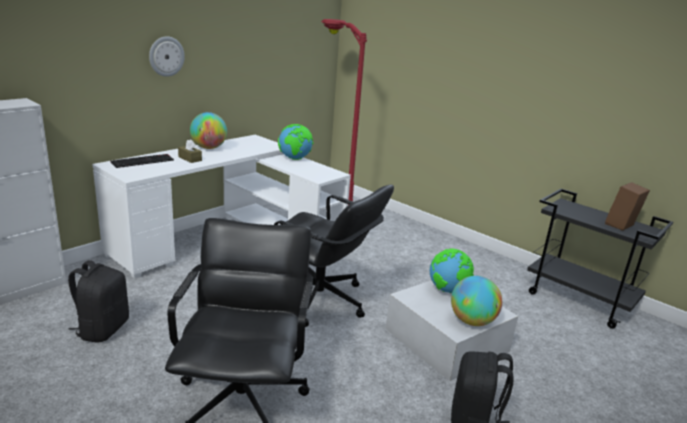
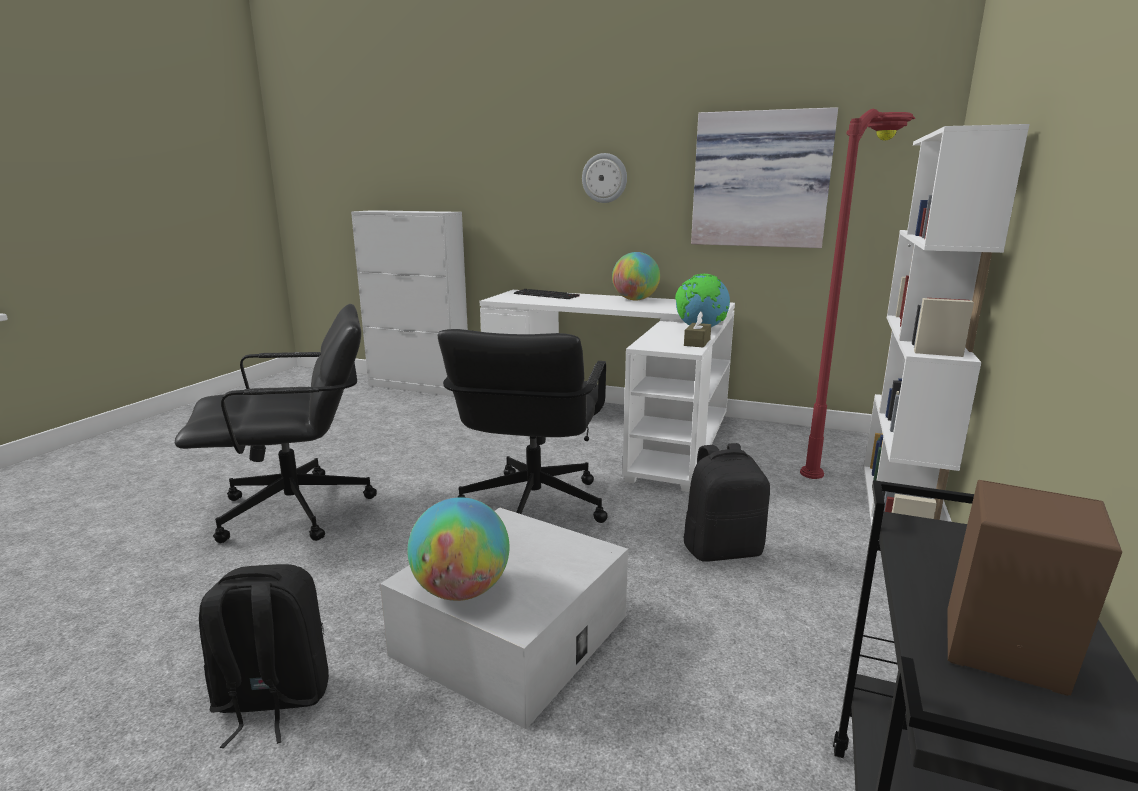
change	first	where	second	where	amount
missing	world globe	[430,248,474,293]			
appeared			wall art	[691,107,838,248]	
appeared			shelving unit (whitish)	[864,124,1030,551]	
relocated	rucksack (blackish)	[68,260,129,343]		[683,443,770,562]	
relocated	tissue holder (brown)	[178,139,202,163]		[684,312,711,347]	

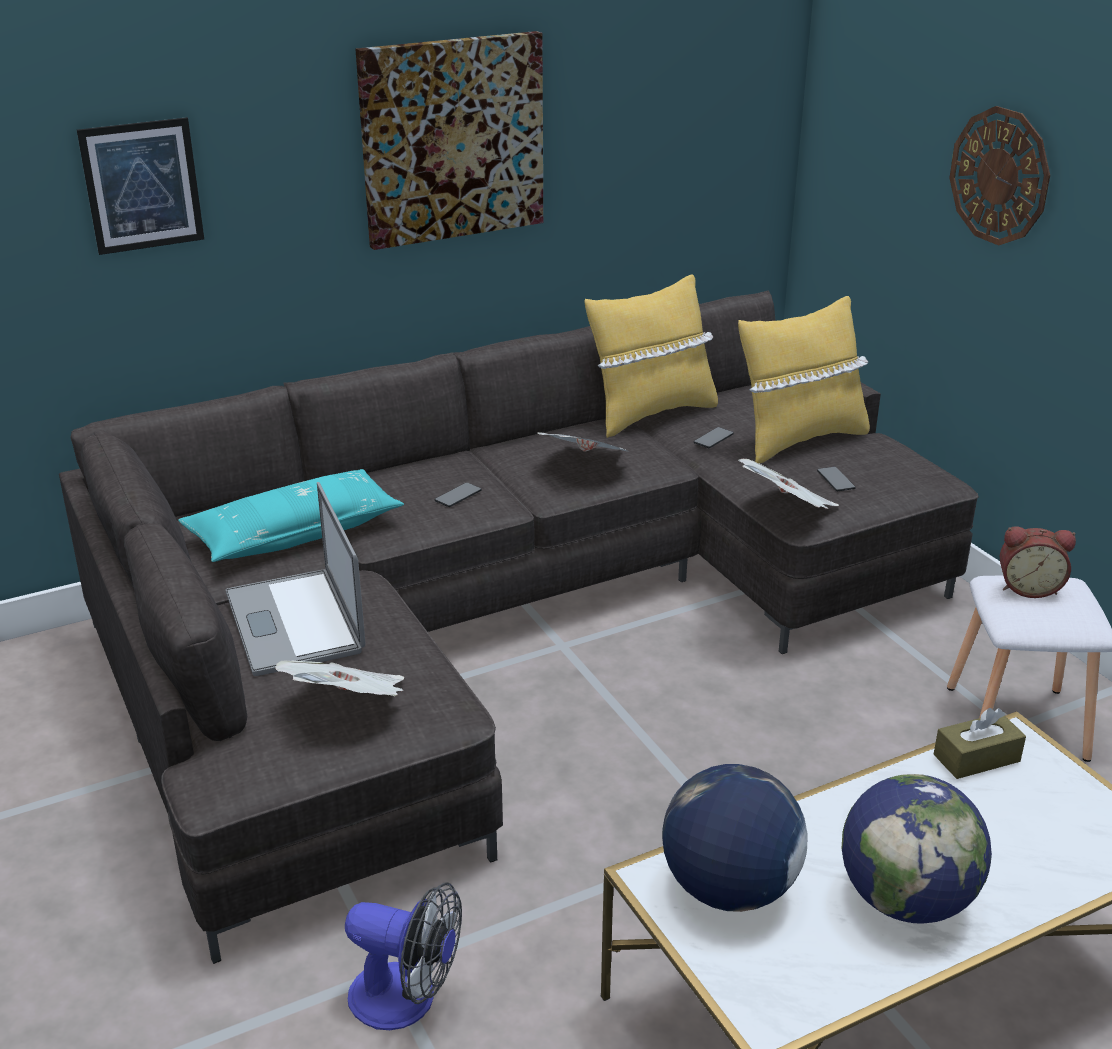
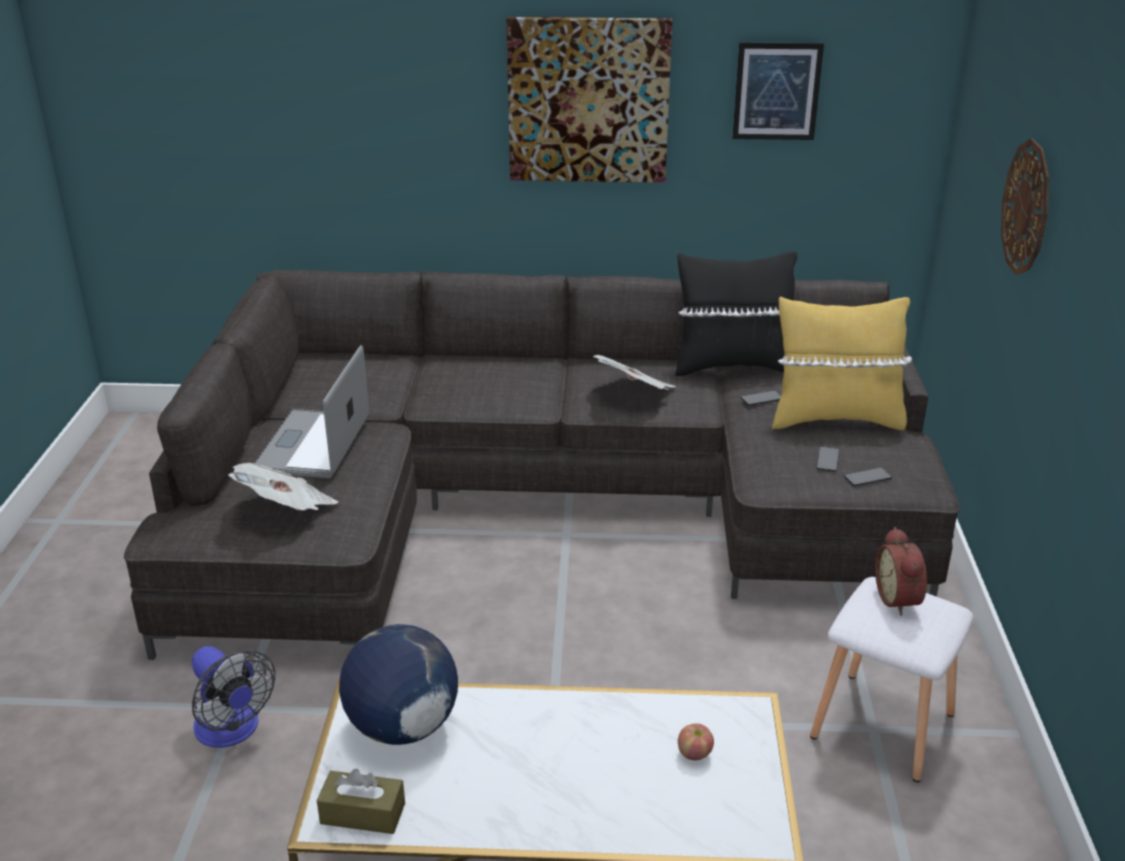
change	first	where	second	where	amount
missing	pillow (turquoise-coloured)	[178,469,404,562]			
missing	newspaper	[738,459,839,509]			
missing	world globe	[842,774,992,924]			
appeared			apple fruit	[678,723,714,760]	
relocated	wall art	[77,117,204,255]		[732,42,824,140]	
relocated	handset	[435,482,481,507]		[844,467,892,486]	
relocated	tissue holder (brown)	[933,708,1026,779]		[317,768,405,834]	
colour	pillow (yellowish)	[584,274,718,438]	pillow (blackish)	[675,251,797,376]	
spun	bedside clock	[1000,526,1076,598]		[875,527,927,616]	45 degrees clockwise

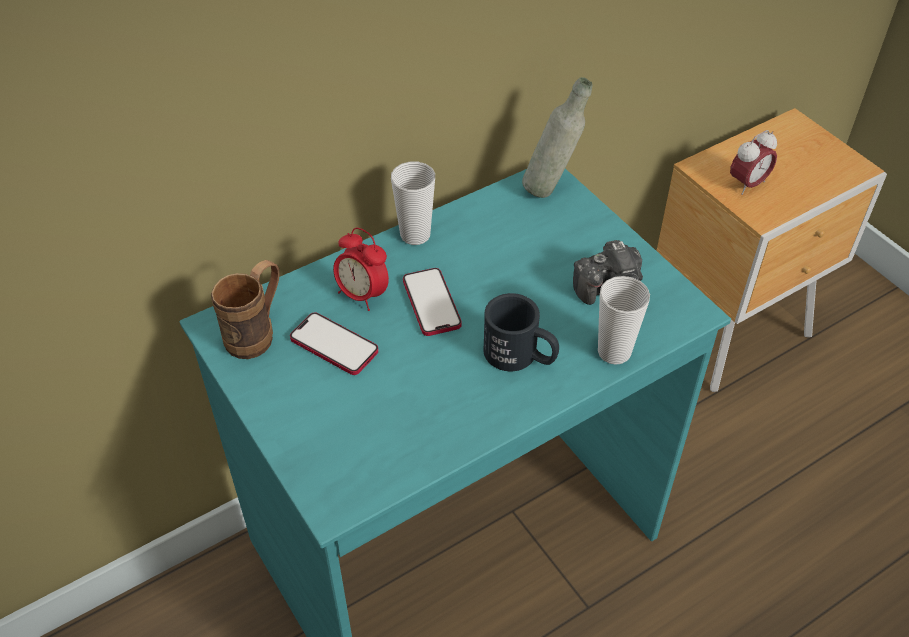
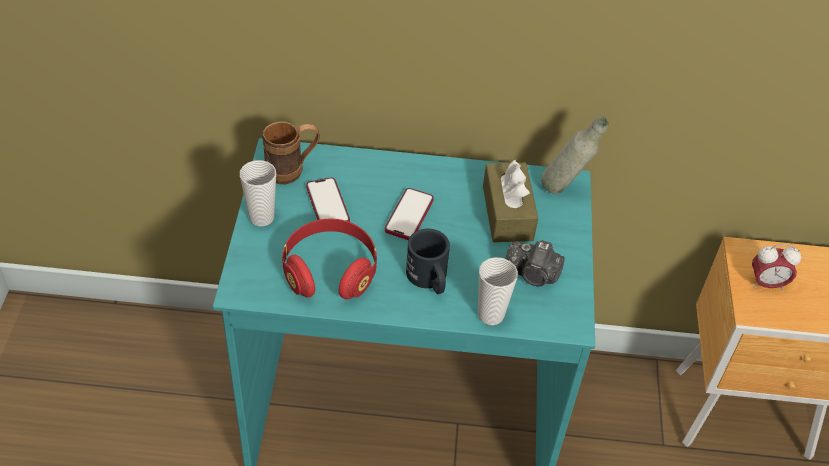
change	first	where	second	where	amount
missing	bedside clock	[333,228,389,311]			
appeared			headset (red-coloured)	[282,219,377,299]	
appeared			tissue holder (brown)	[483,160,538,242]	
relocated	small cup	[391,162,435,245]		[240,160,276,226]	

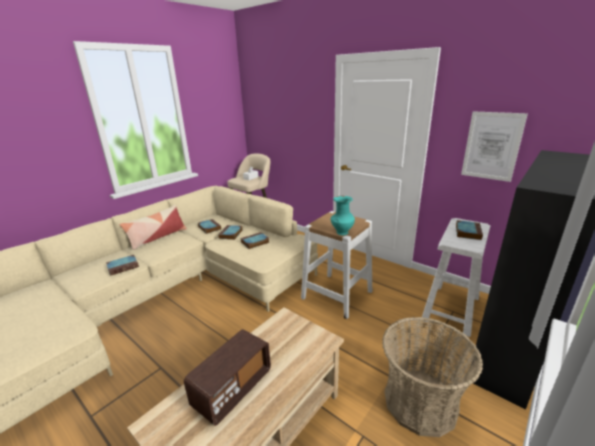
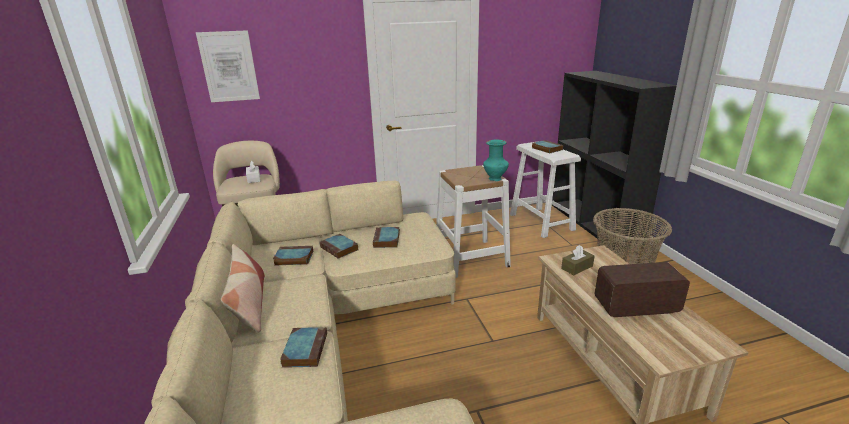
change	first	where	second	where	amount
appeared			tissue holder (brown)	[561,245,595,275]	
relocated	wall art	[461,111,528,182]		[196,30,260,102]	
spun	radio	[184,329,271,426]		[595,262,690,317]	75 degrees counterclockwise

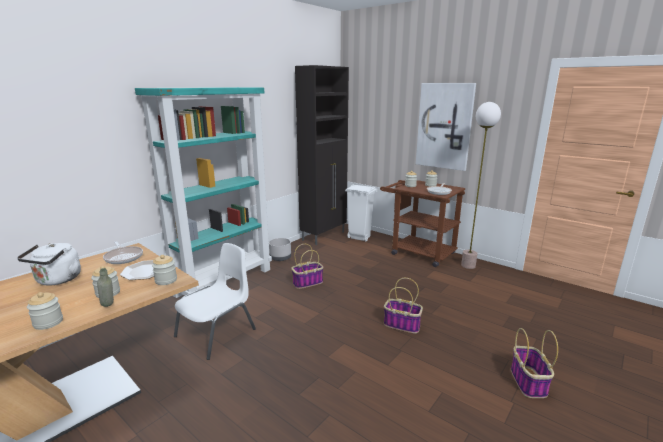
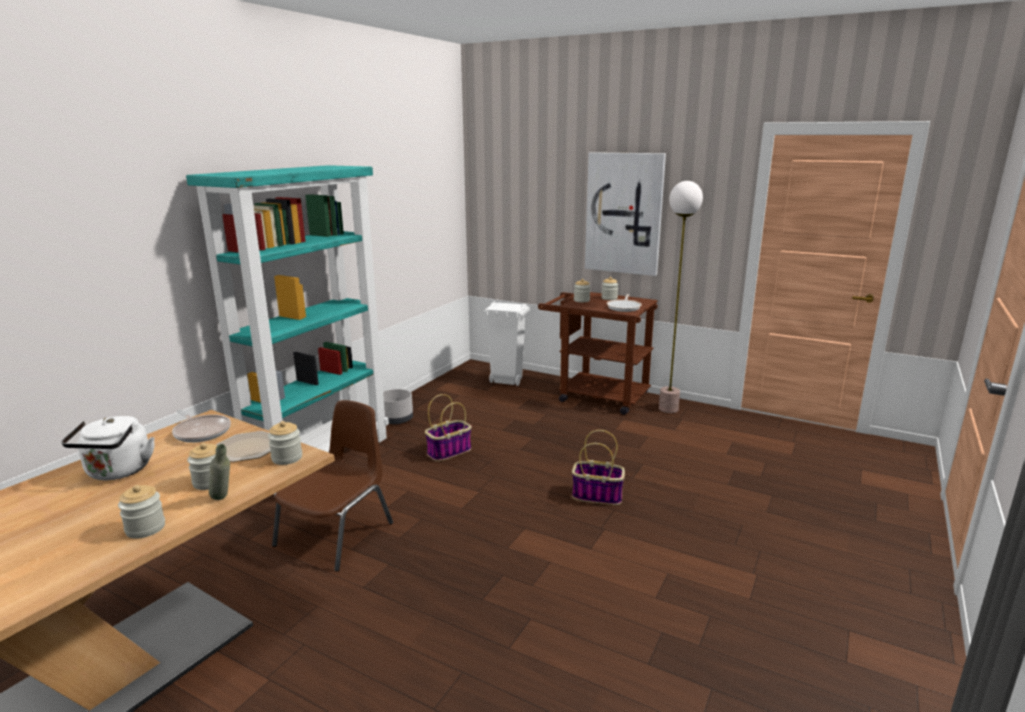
change	first	where	second	where	amount
missing	storage cabinet (blackish)	[295,65,349,245]			
missing	basket	[511,328,558,398]			
colour	chair (whitish)	[174,243,256,360]	chair (brown)	[272,400,393,571]	

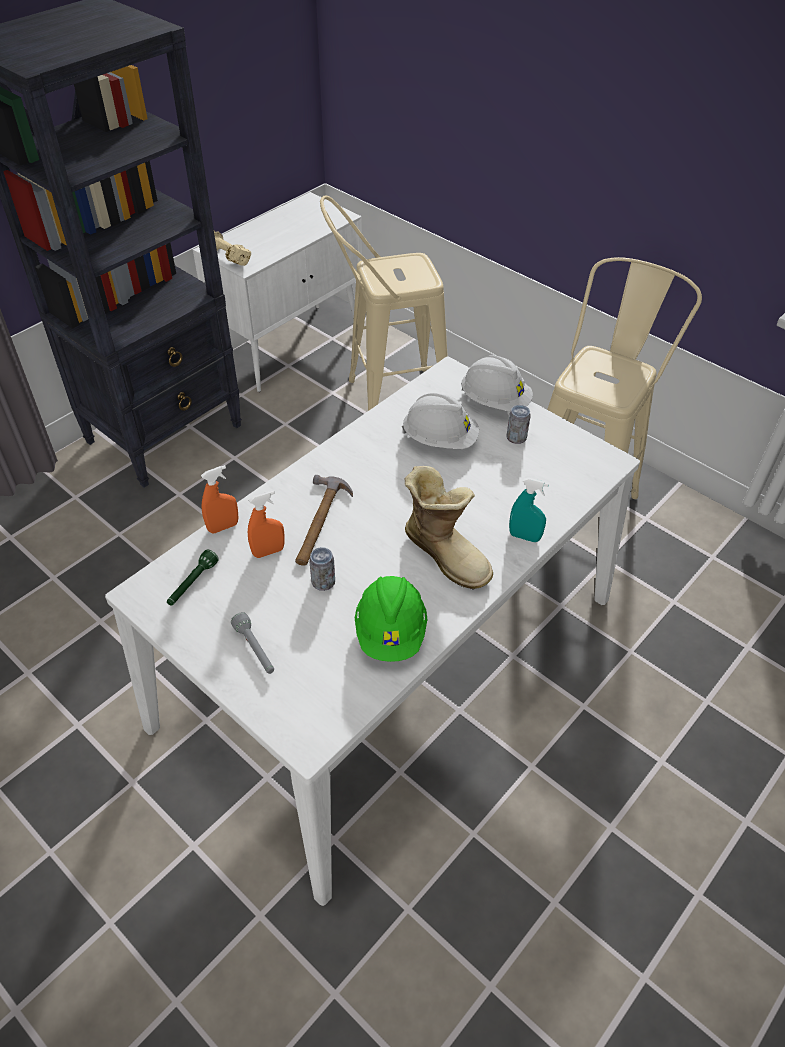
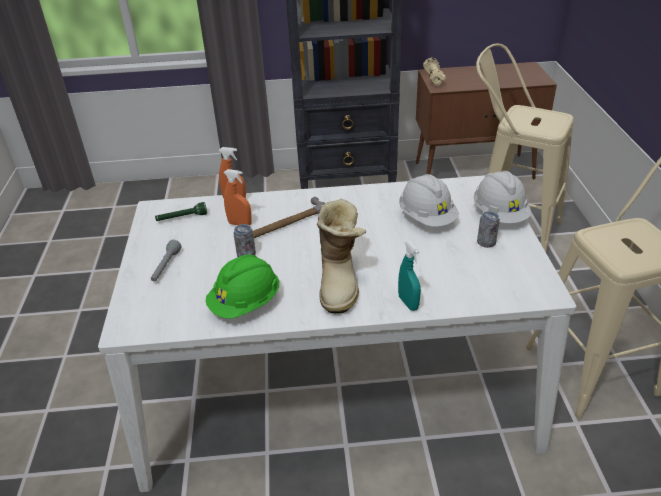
change	first	where	second	where	amount
colour	storage cabinet (whitish)	[193,192,362,392]	storage cabinet (brown)	[416,62,557,180]	

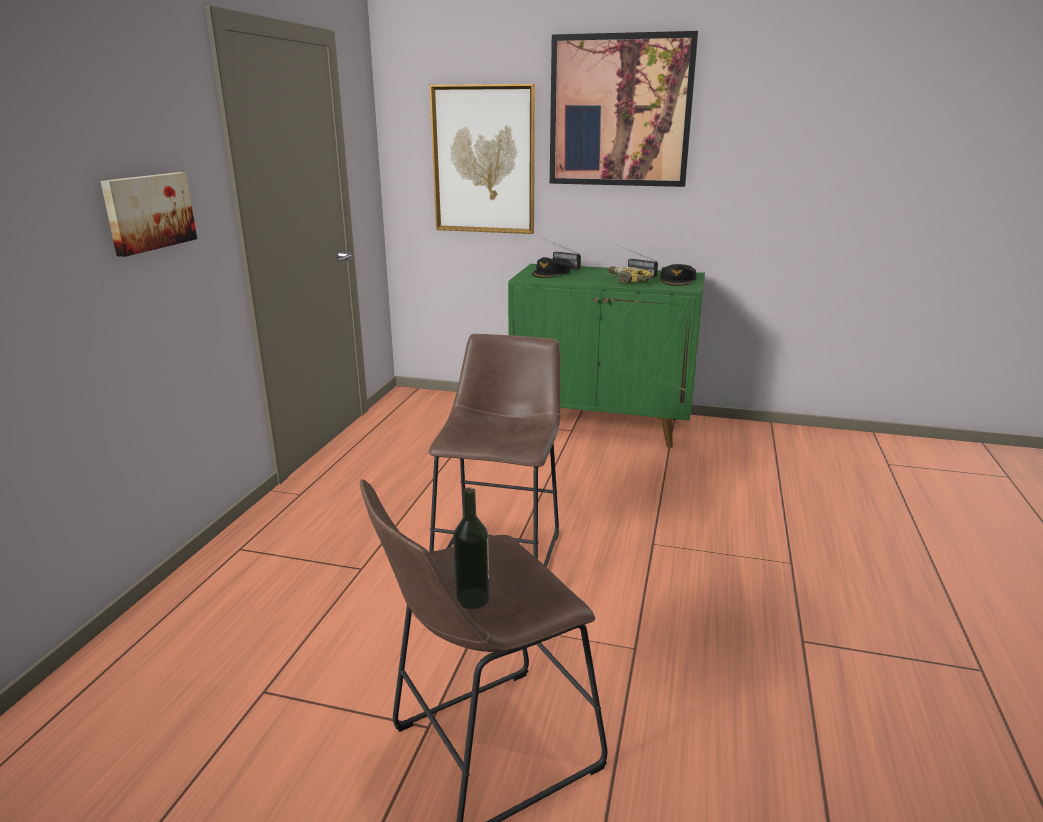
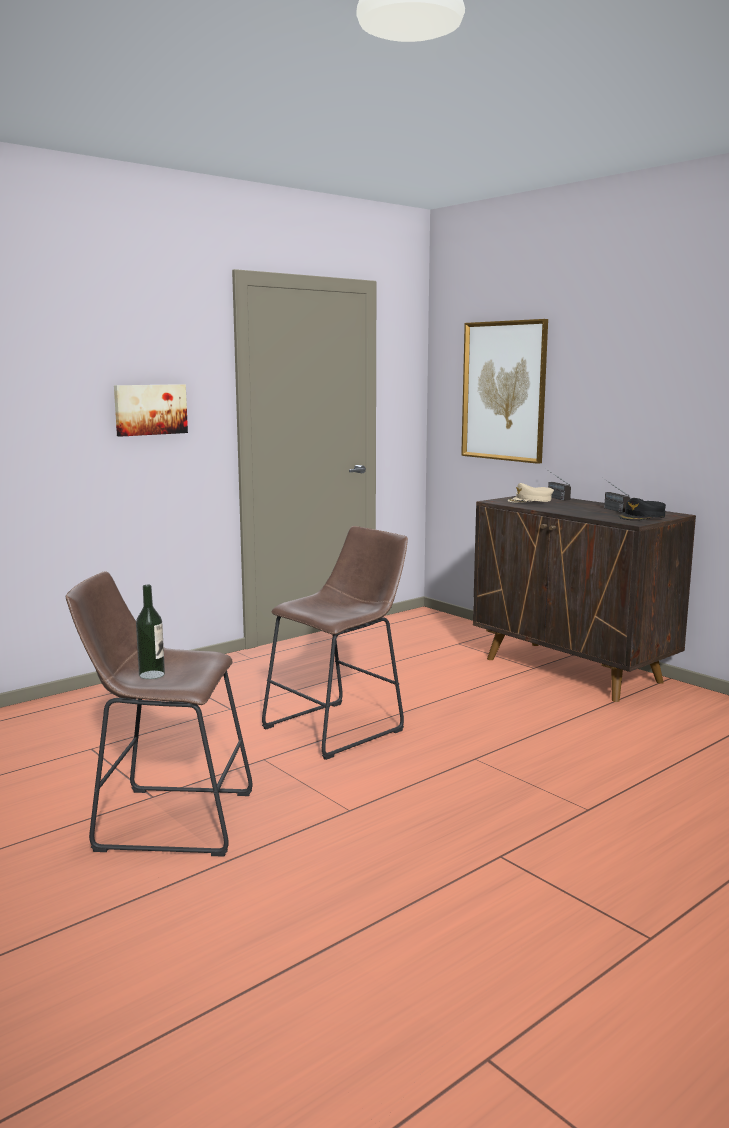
change	first	where	second	where	amount
missing	wall art	[550,31,698,187]			
missing	electric drill	[604,266,653,284]			
colour	storage cabinet (green)	[508,264,705,448]	storage cabinet (brown)	[473,496,696,702]	
colour	cap (blackish)	[532,257,570,278]	cap (beige)	[508,483,554,503]	

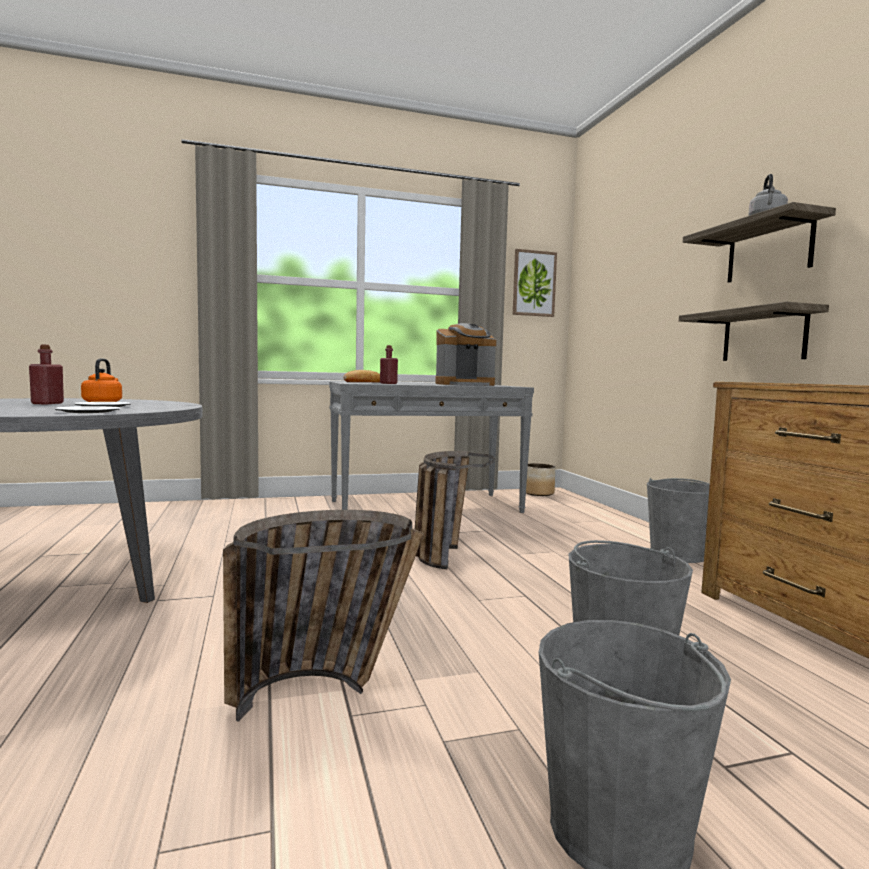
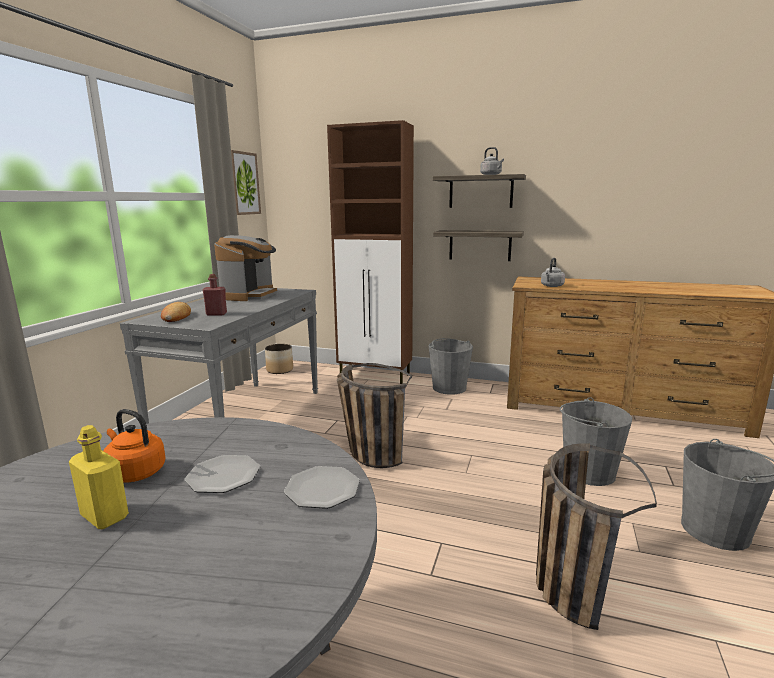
change	first	where	second	where	amount
appeared			storage cabinet (brown)	[327,120,414,384]	
appeared			tea kettle (gray)	[541,258,565,287]	
colour	drink bottle (red-coloured)	[29,344,64,404]	drink bottle (yellowish)	[69,425,129,529]	

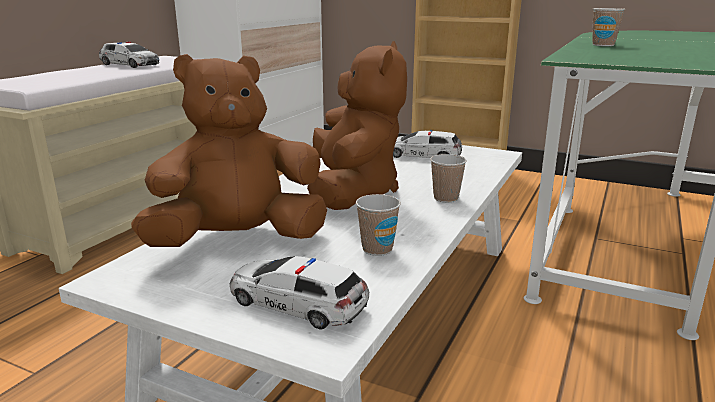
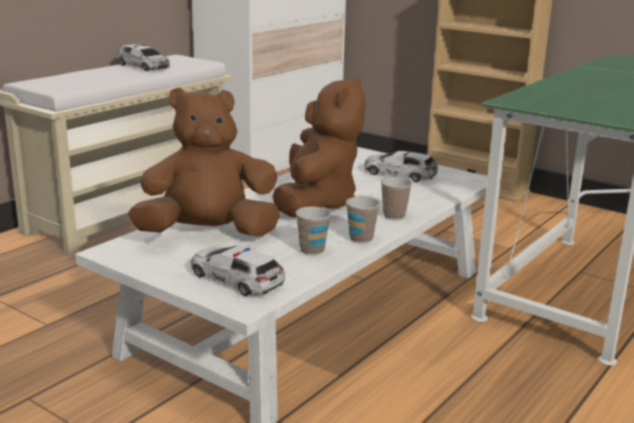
change	first	where	second	where	amount
relocated	small cup	[592,8,625,46]		[346,197,380,243]	

